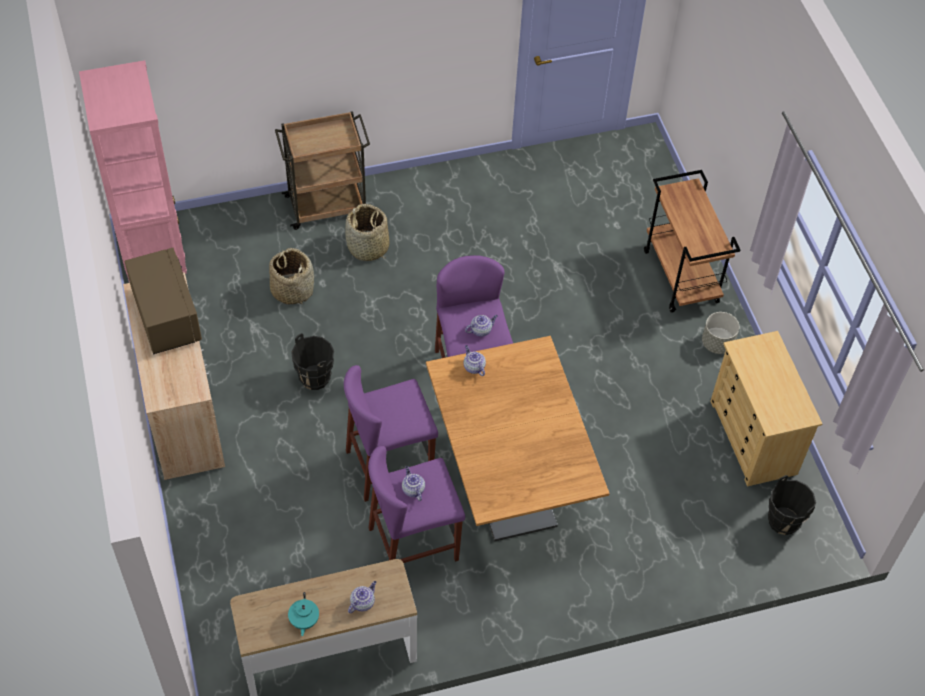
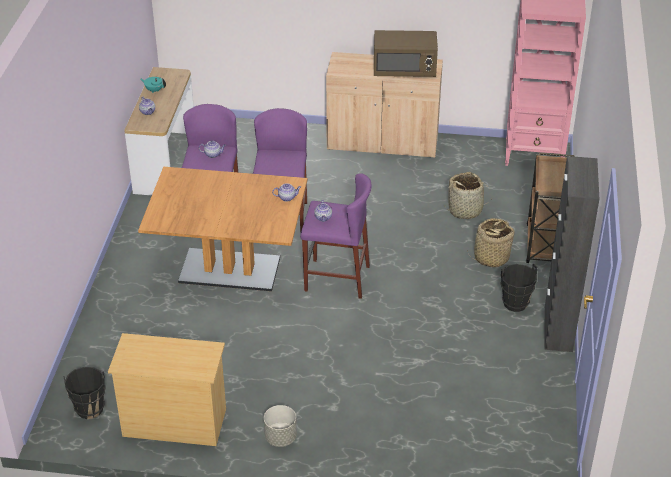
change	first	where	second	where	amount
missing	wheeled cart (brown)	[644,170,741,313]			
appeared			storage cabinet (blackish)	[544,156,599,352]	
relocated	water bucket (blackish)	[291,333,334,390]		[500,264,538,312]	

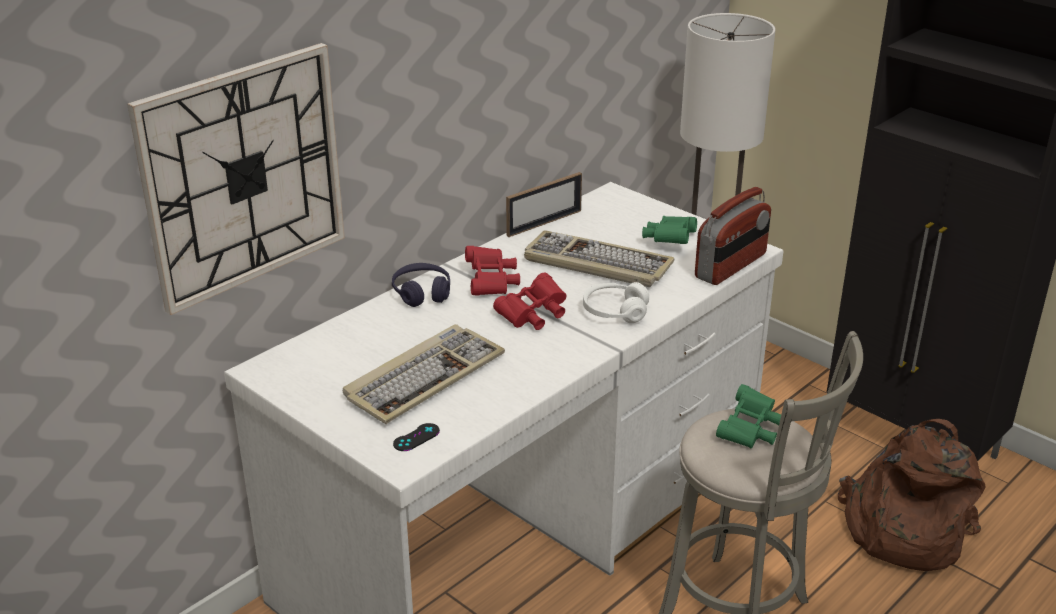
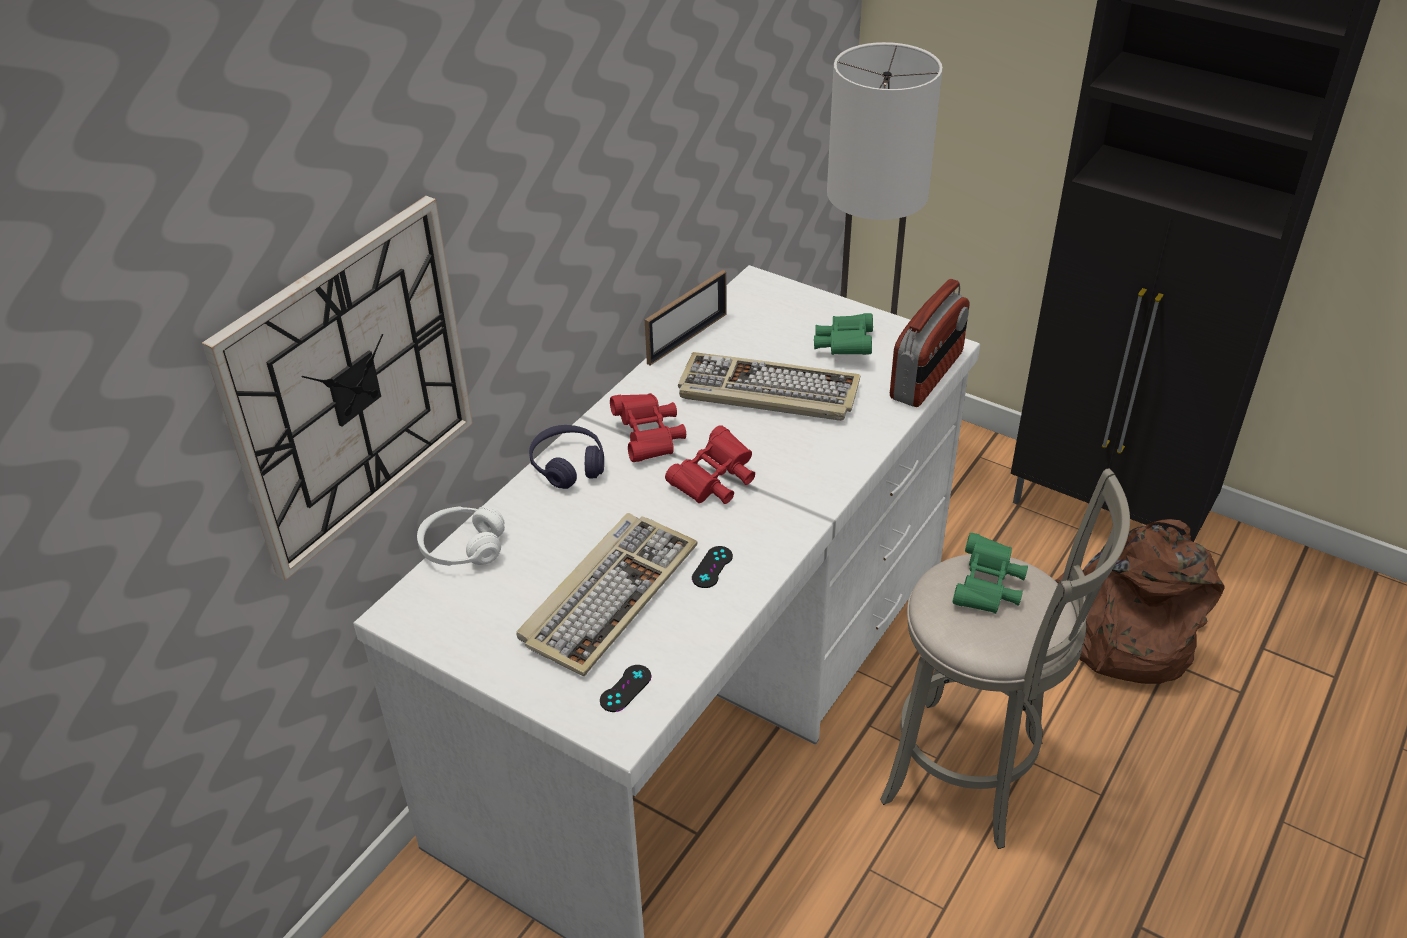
change	first	where	second	where	amount
appeared			gamepad (blackish)	[692,546,733,588]	
relocated	headset (whitish)	[583,282,649,323]		[417,506,505,566]	

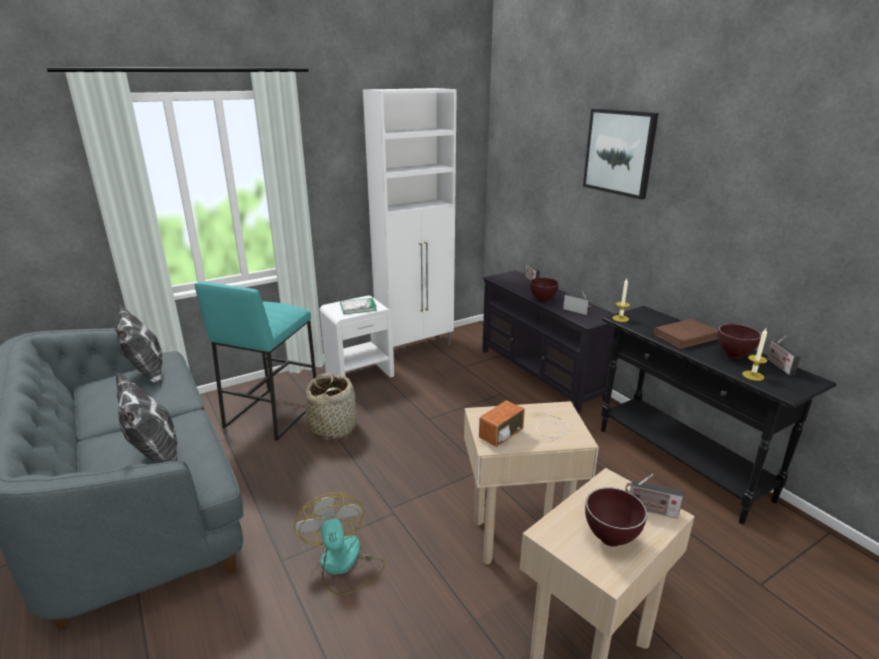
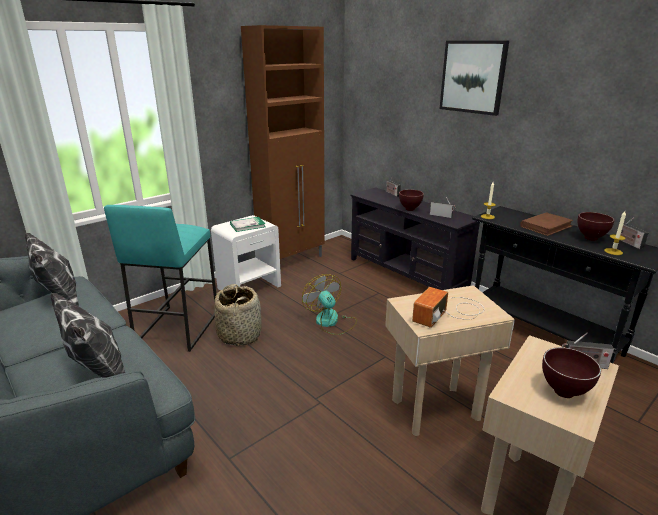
change	first	where	second	where	amount
relocated	cooling fan	[294,493,385,595]		[302,274,357,335]	
colour	storage cabinet (whitish)	[363,88,457,354]	storage cabinet (brown)	[241,25,325,259]	

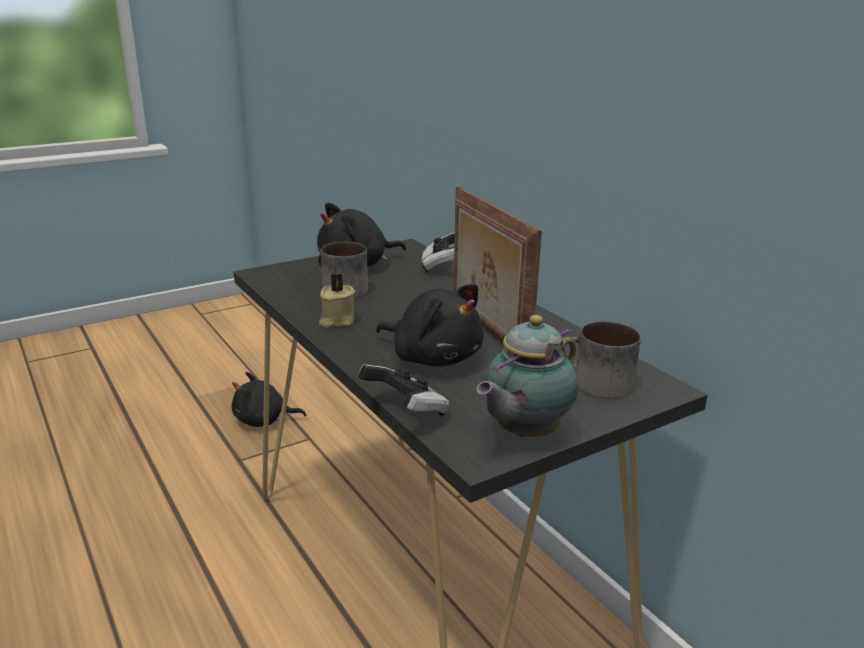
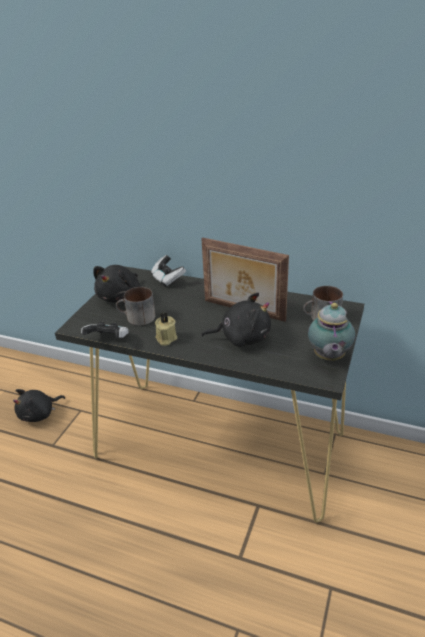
change	first	where	second	where	amount
relocated	gamepad	[358,364,449,416]		[81,322,129,338]	

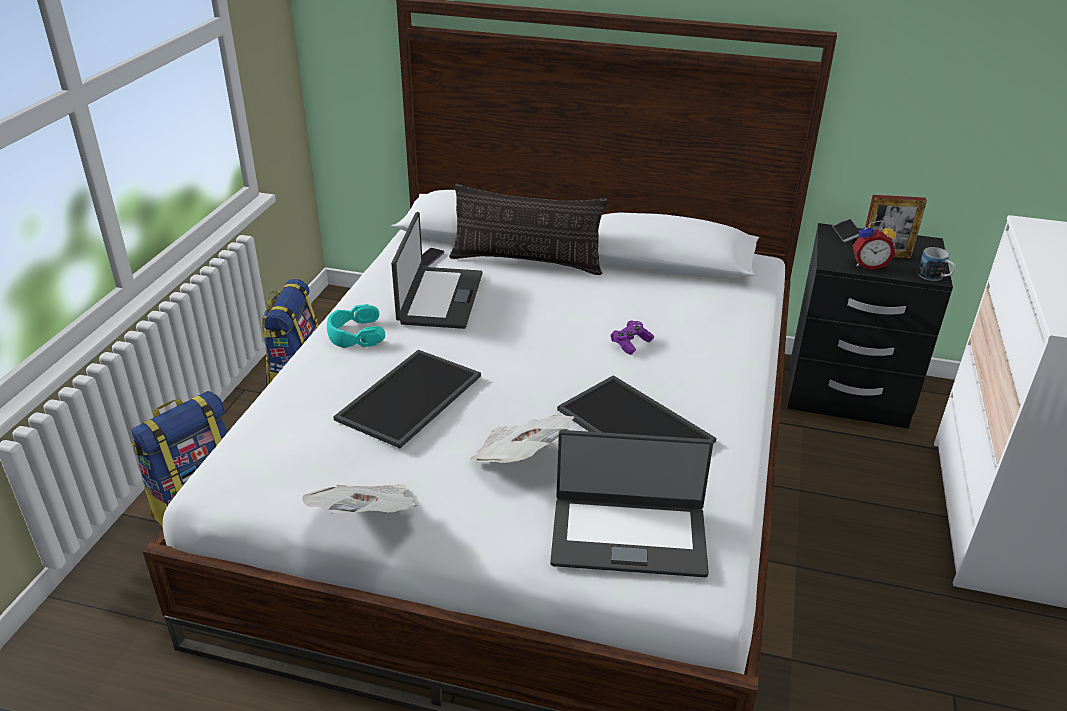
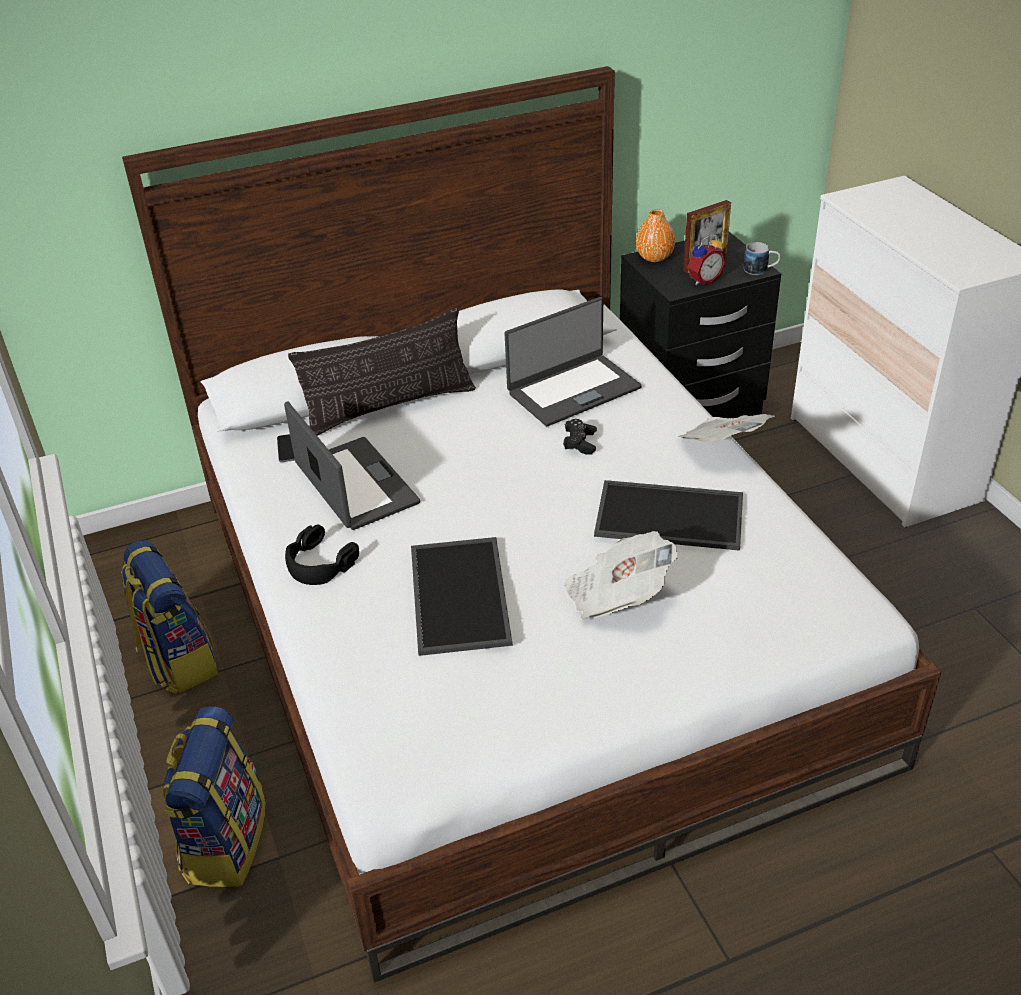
change	first	where	second	where	amount
relocated	newspaper	[302,484,417,514]		[678,414,775,441]	
relocated	laptop	[550,430,713,577]		[505,297,642,426]	
exchanged	handset	[832,218,860,242]	decorative vase (orange)	[636,209,675,262]	
colour	headset (turquoise-coloured)	[327,304,385,348]	headset (blackish)	[285,525,359,585]	
colour	gamepad (purple)	[611,320,654,355]	gamepad (blackish)	[563,419,597,455]	

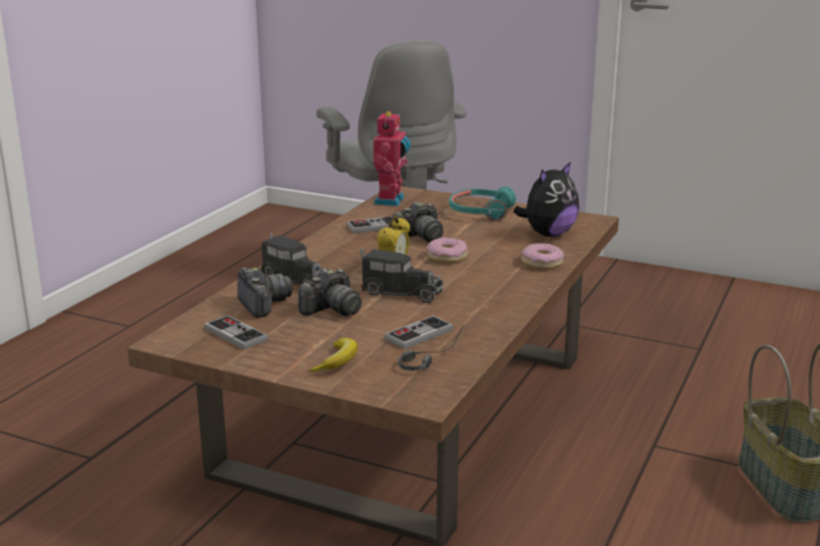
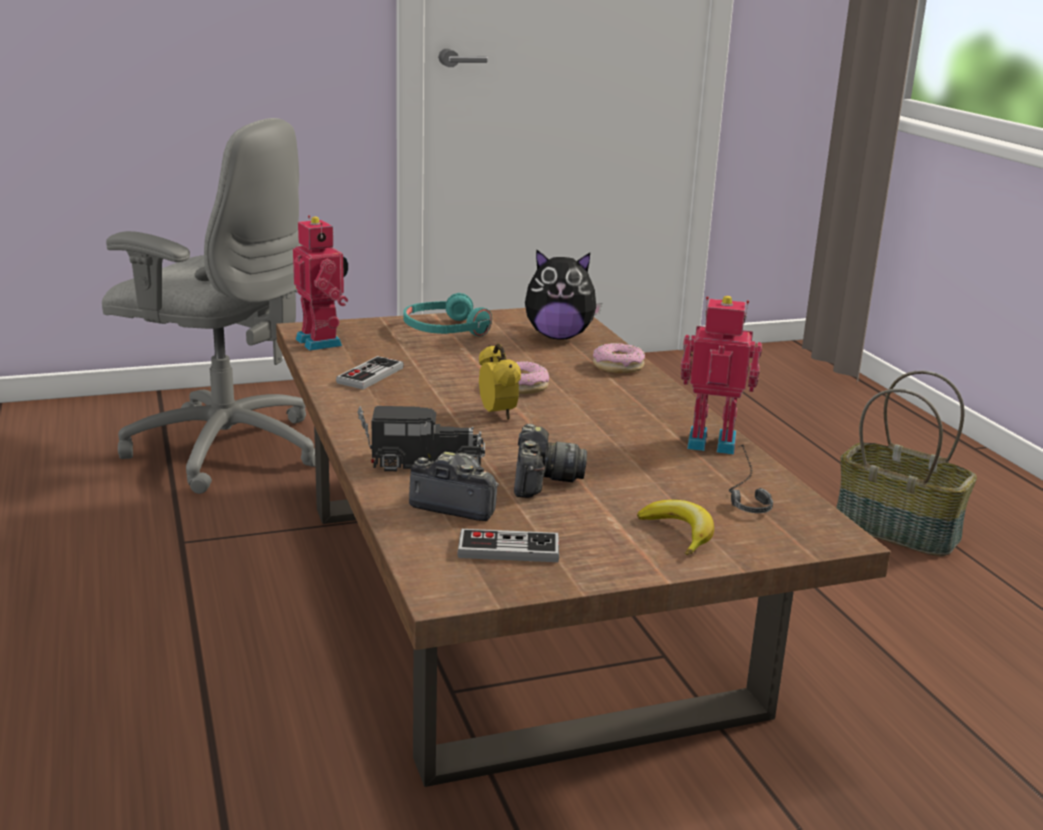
change	first	where	second	where	amount
missing	model truck	[360,248,444,303]			
missing	gamepad	[384,315,453,349]			
missing	still camera	[392,201,443,242]			
appeared			robot figure	[681,296,762,454]	
spun	plush toy	[513,161,579,237]		[525,249,602,339]	90 degrees clockwise

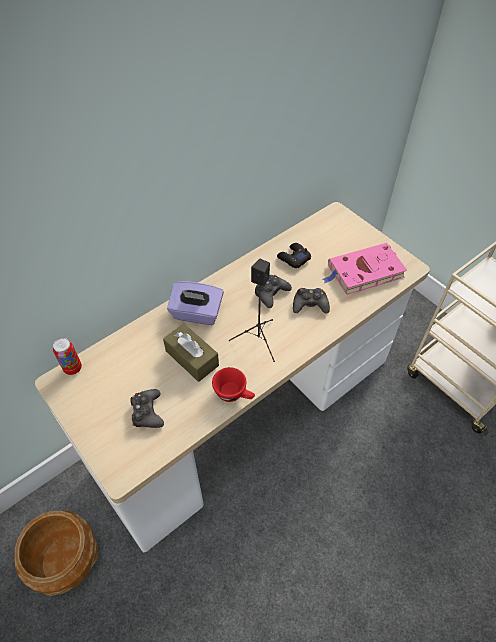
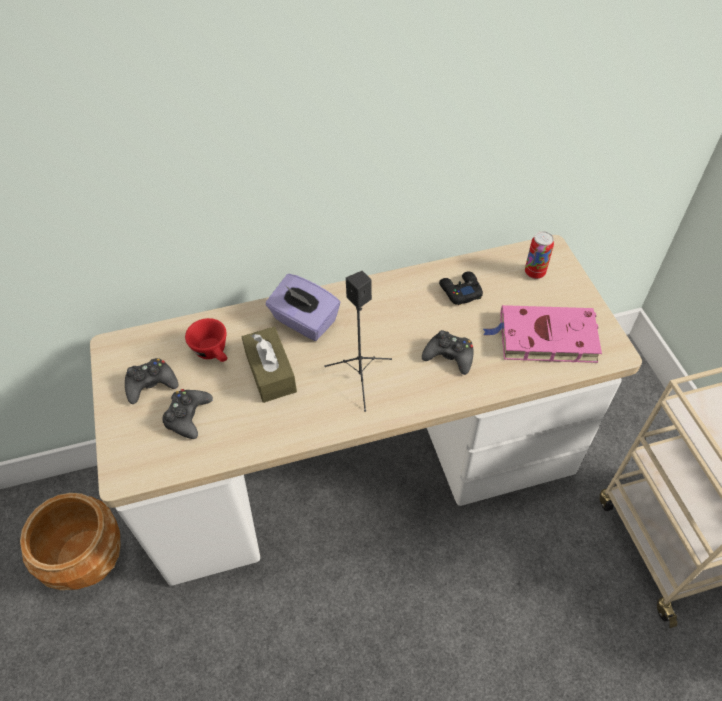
change	first	where	second	where	amount
relocated	can	[53,338,82,375]		[525,231,554,279]	
relocated	small cup (red-coloured)	[212,367,255,402]		[185,318,227,362]	
relocated	gamepad (blackish)	[255,275,292,308]		[125,358,178,404]	

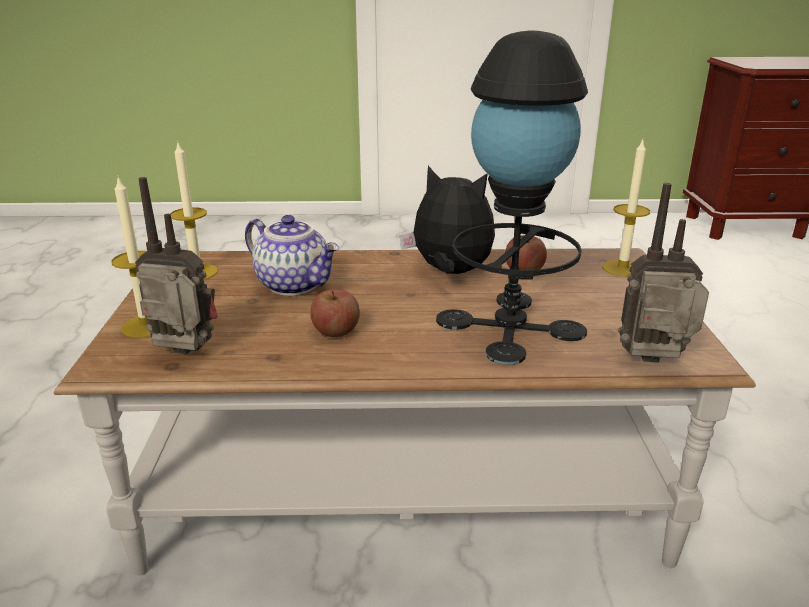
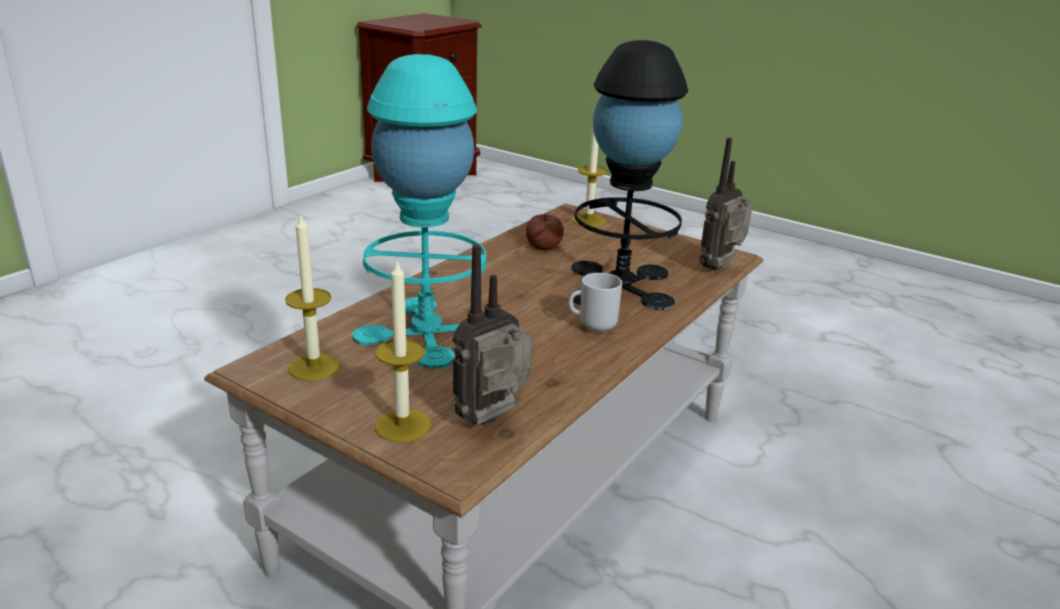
change	first	where	second	where	amount
missing	apple fruit	[310,289,360,337]			
missing	plush toy	[400,166,495,274]			
appeared			coffee mug	[568,273,622,333]	
exchanged	tea pot	[245,215,339,296]	lamp for a table (turquoise-coloured)	[352,54,487,369]	

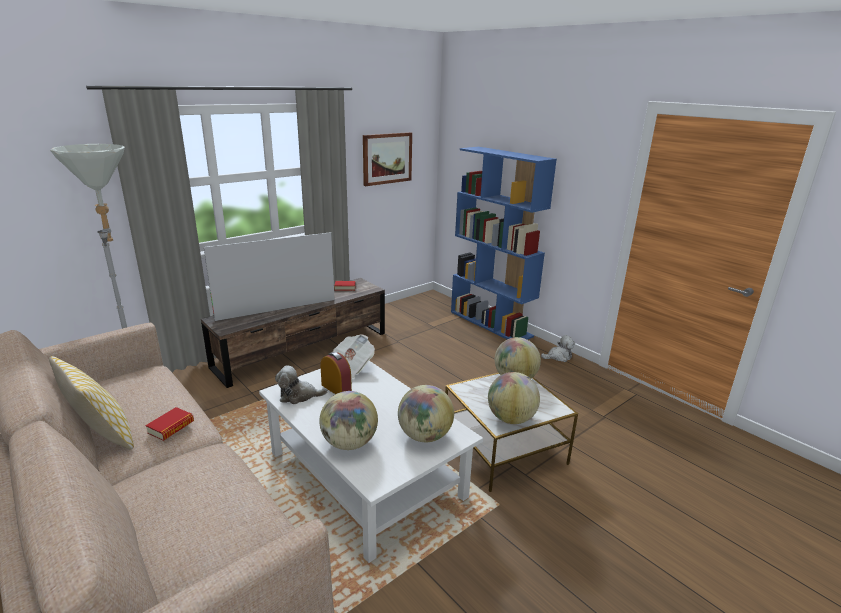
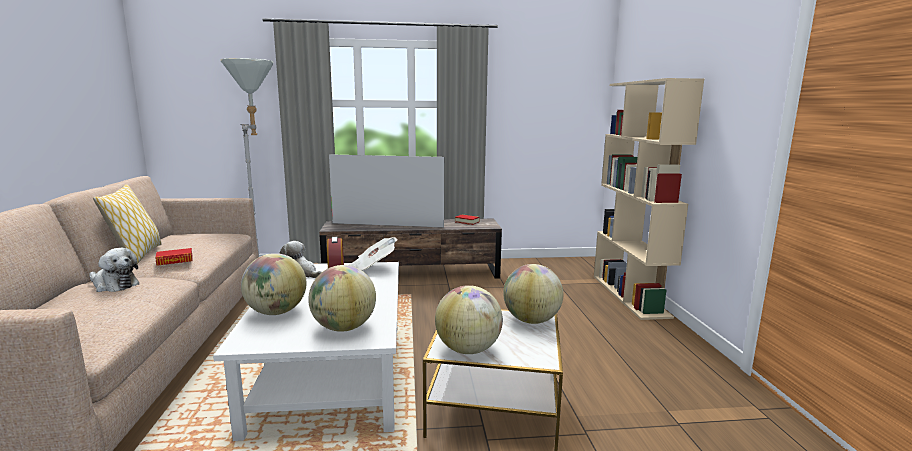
change	first	where	second	where	amount
missing	wall art	[363,132,412,186]			
relocated	plush toy	[541,335,575,362]		[89,248,139,292]	
colour	shelving unit (blue-coloured)	[451,147,557,340]	shelving unit (beige)	[594,78,704,320]	

